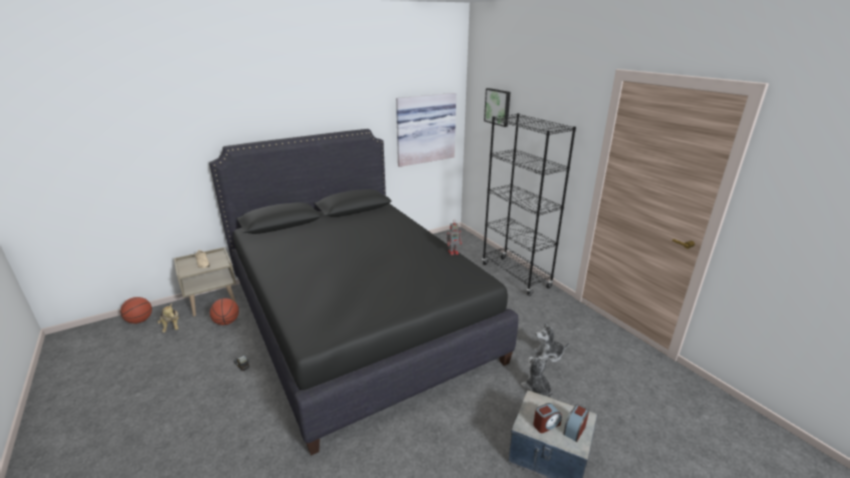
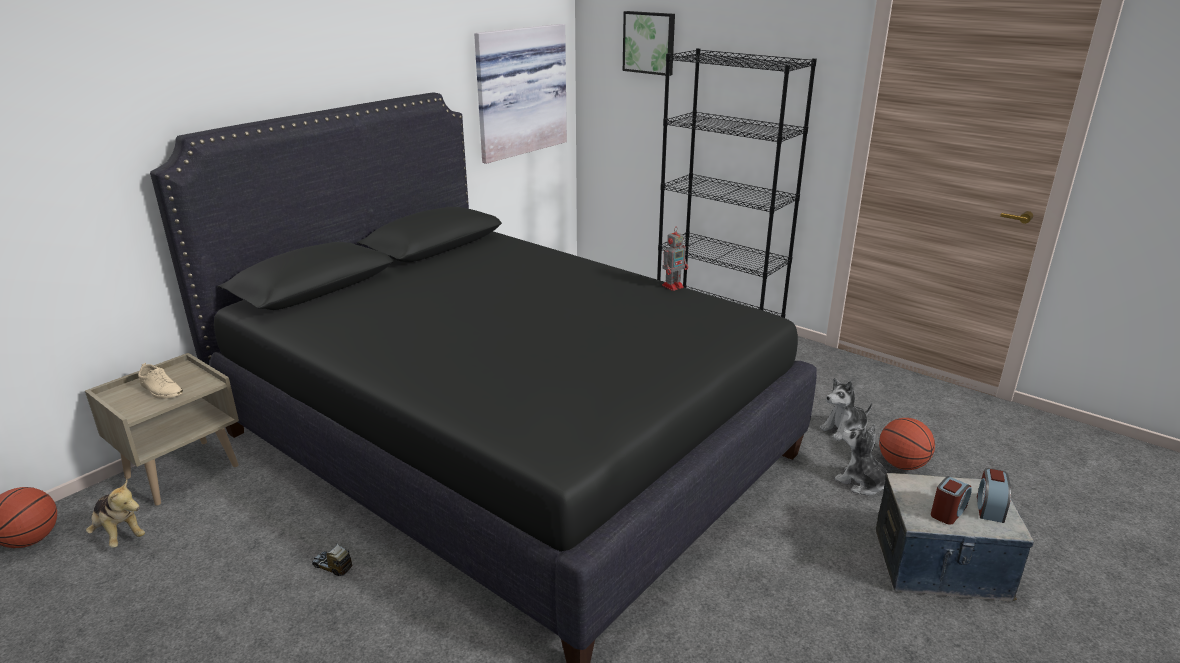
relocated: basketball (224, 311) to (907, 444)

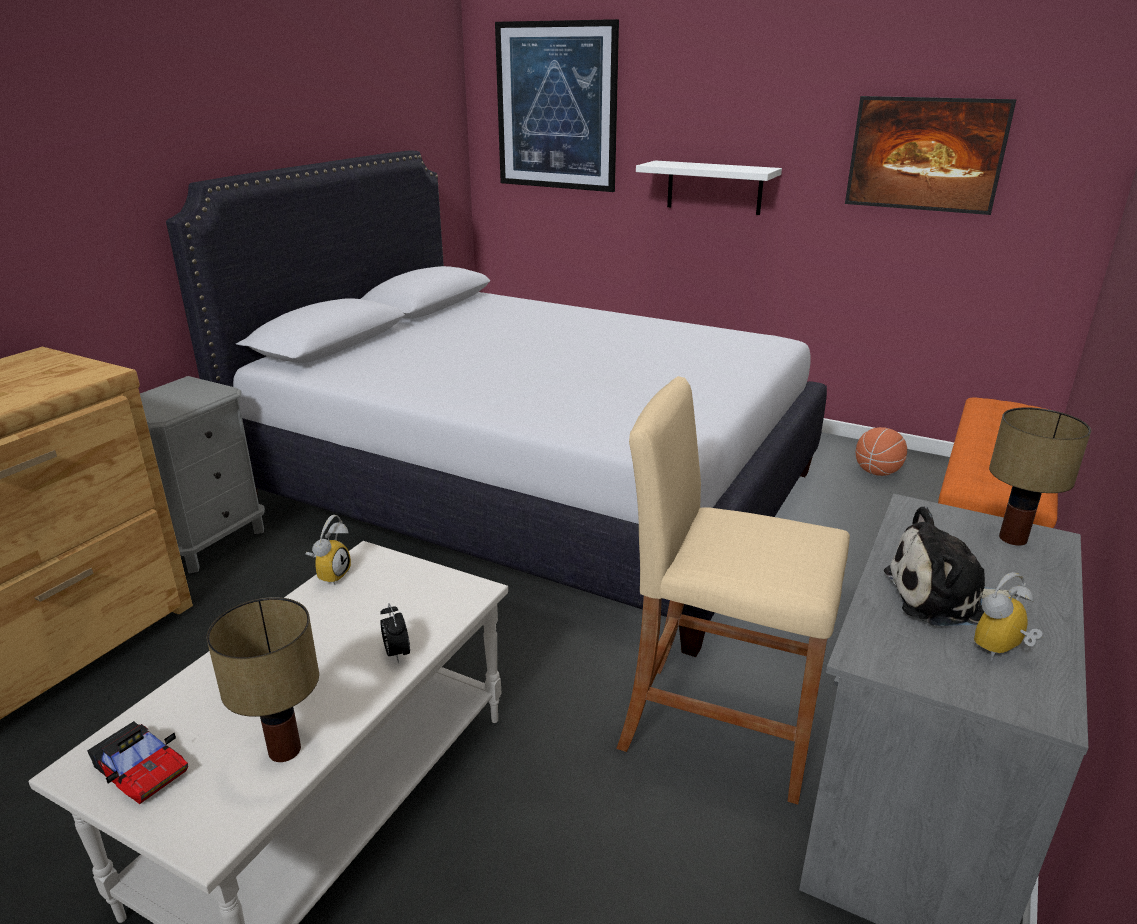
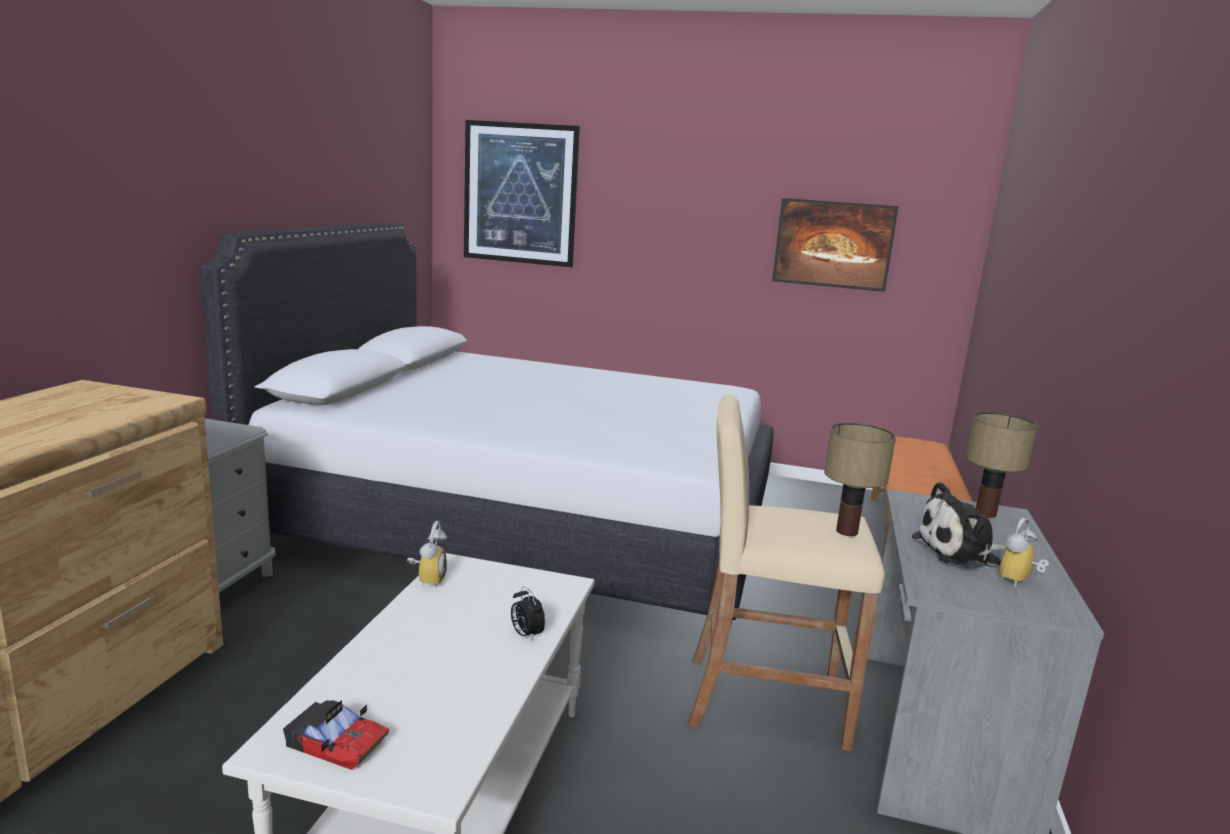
missing: shelf/white (709, 187); basketball (881, 451)
relocated: table lamp (263, 679) to (860, 479)

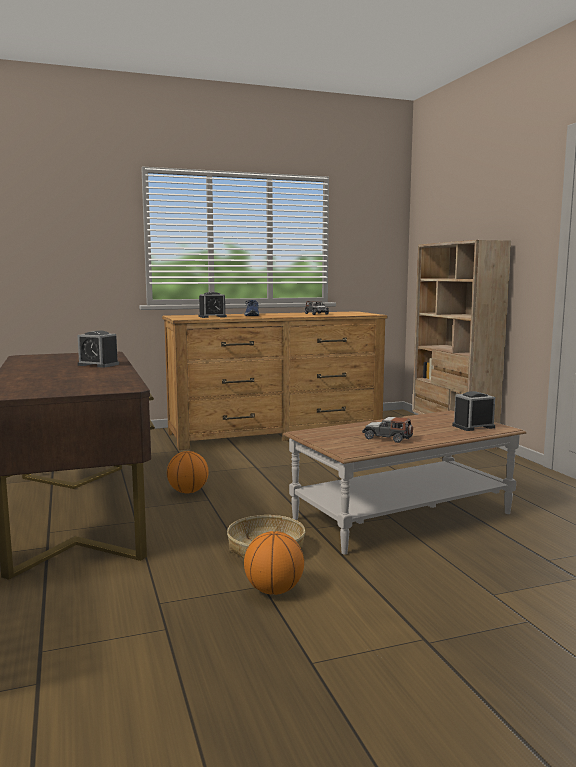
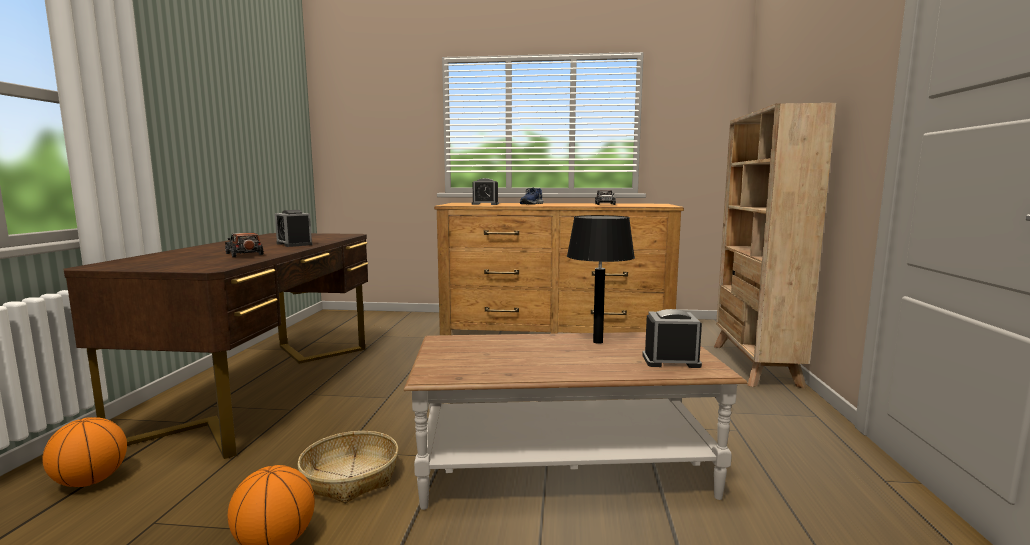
appeared: table lamp/black (601, 279)
relocated: basketball (188, 472) to (84, 452); toy car (387, 430) to (244, 245)

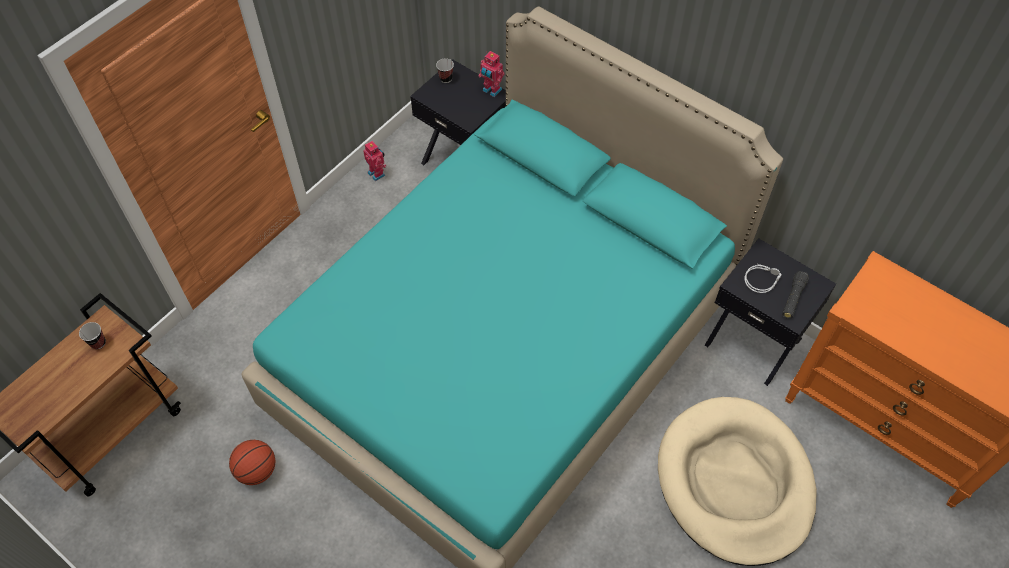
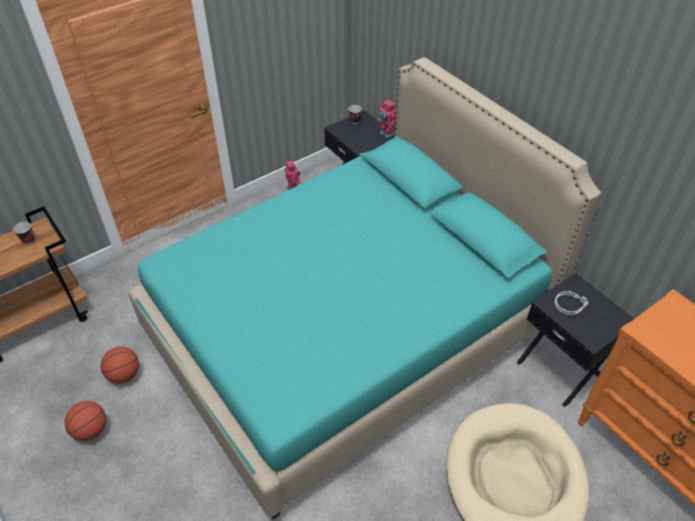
missing: flashlight/black (795, 295)
appeared: basketball (85, 421)

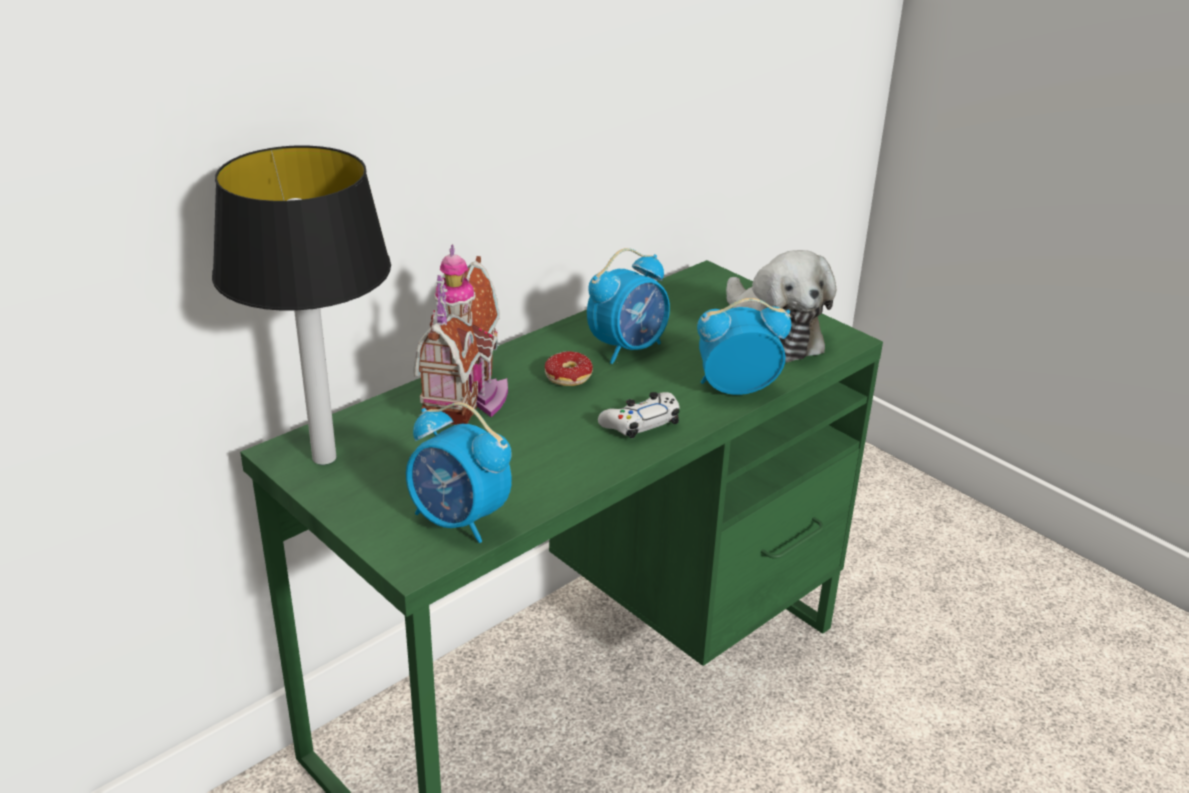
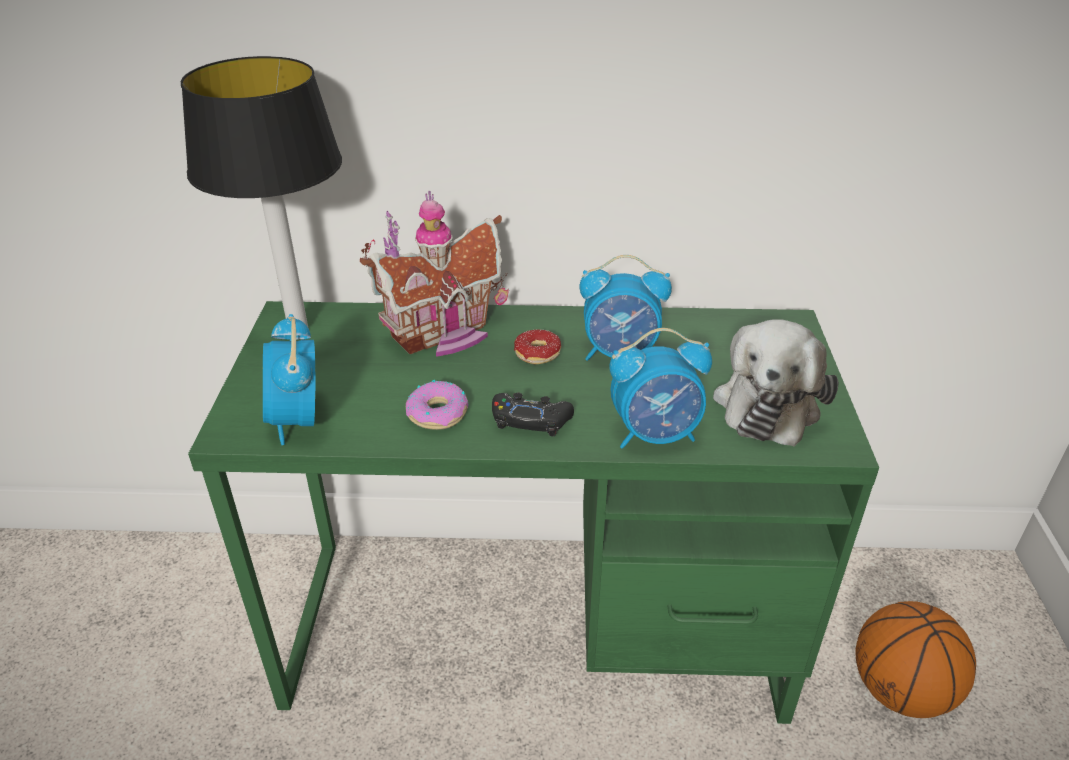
appeared: donut (437, 405); basketball (915, 659)
colour: game controller/white (639, 415) to game controller/black (533, 414)
spun: alarm clock (744, 346) = (661, 388) 135 degrees clockwise

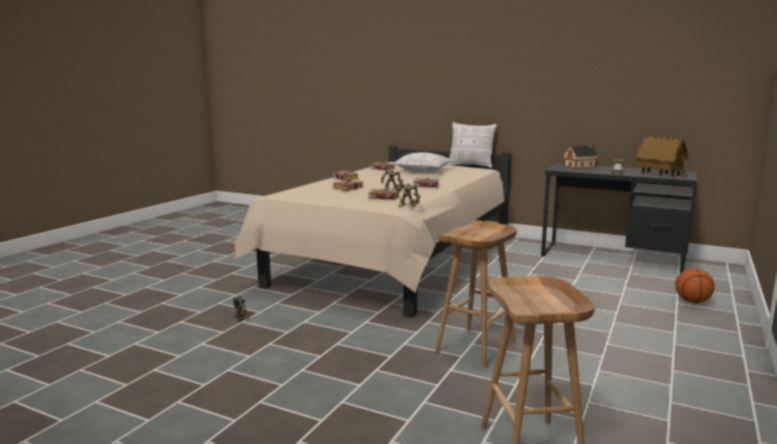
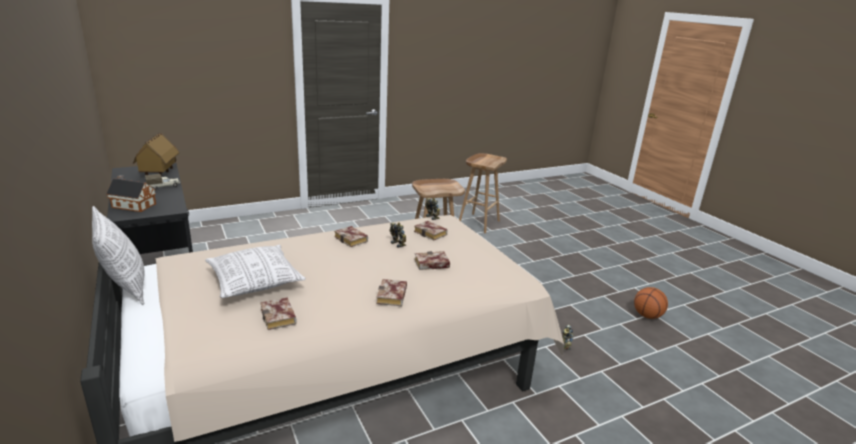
relocated: basketball (695, 285) to (651, 303)

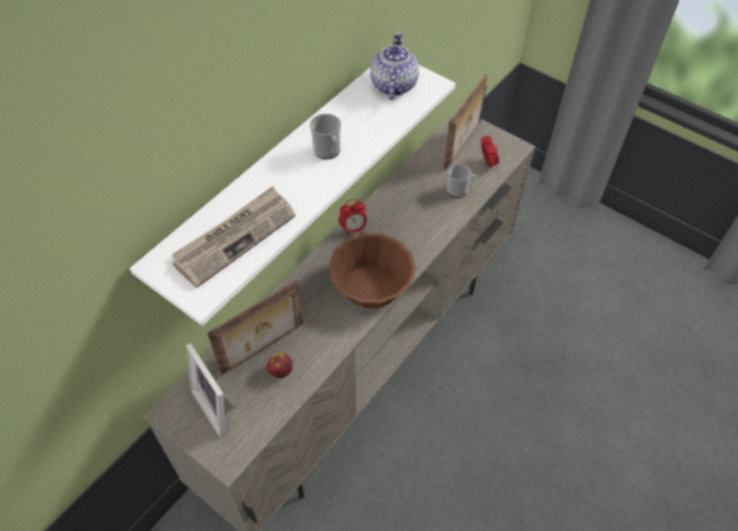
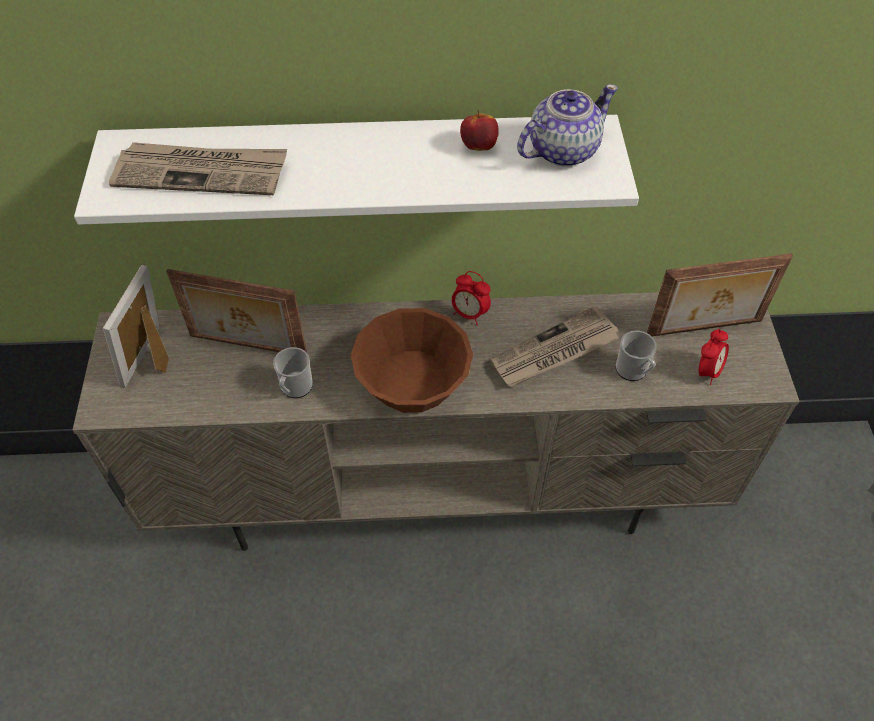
appeared: newspaper (554, 346)
relocated: apple (280, 365) to (479, 130); mug (325, 136) to (293, 372)

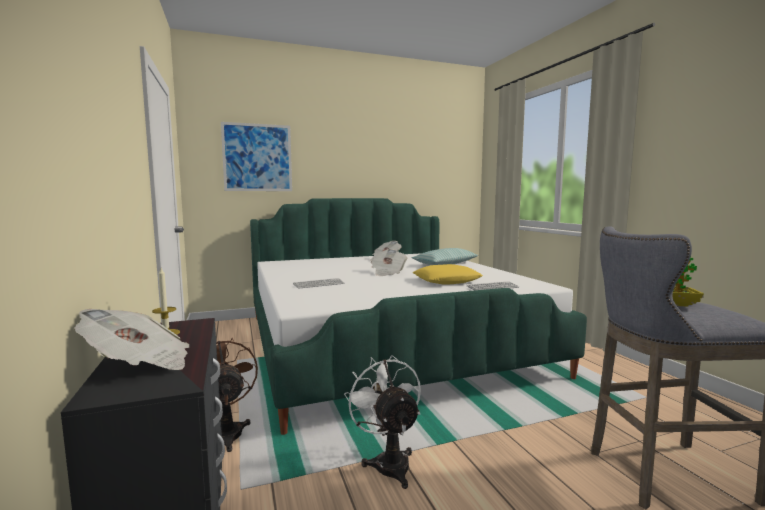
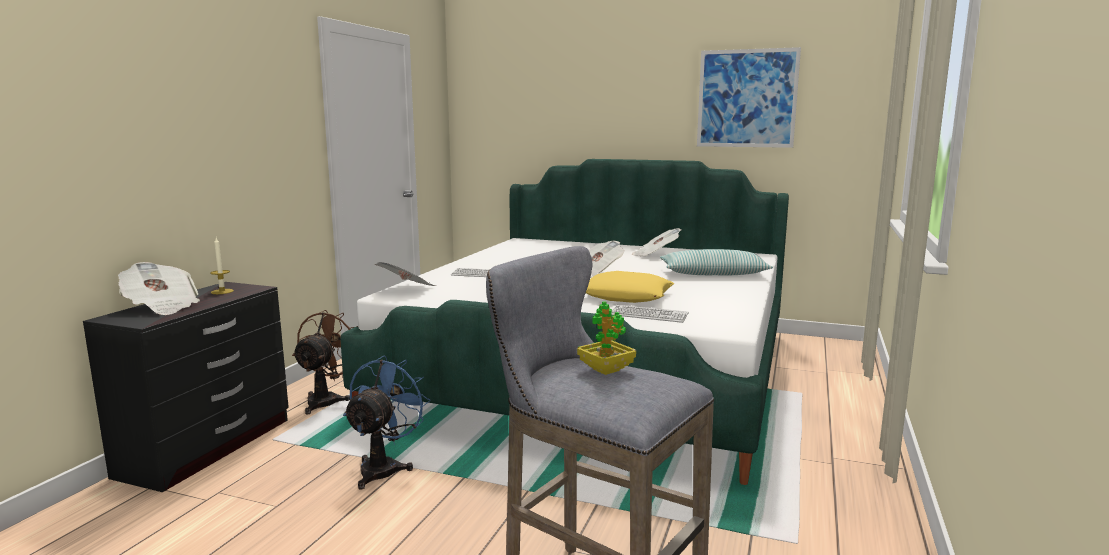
appeared: newspaper (405, 274)
relocated: picture (256, 156) to (749, 97)
colour: fan/white (382, 422) to fan/blue (387, 423)

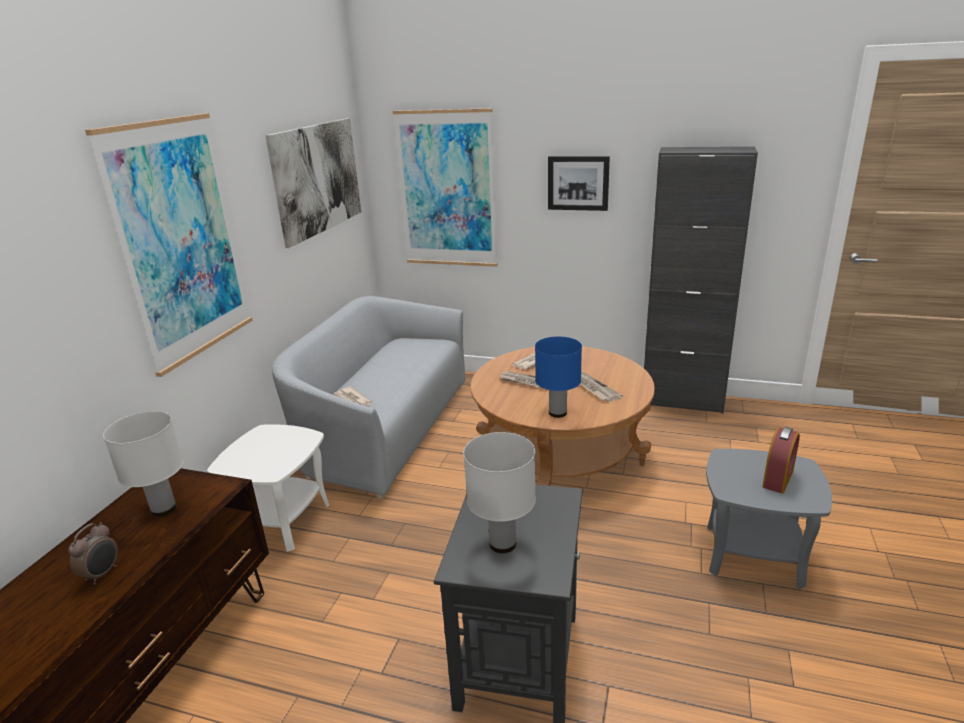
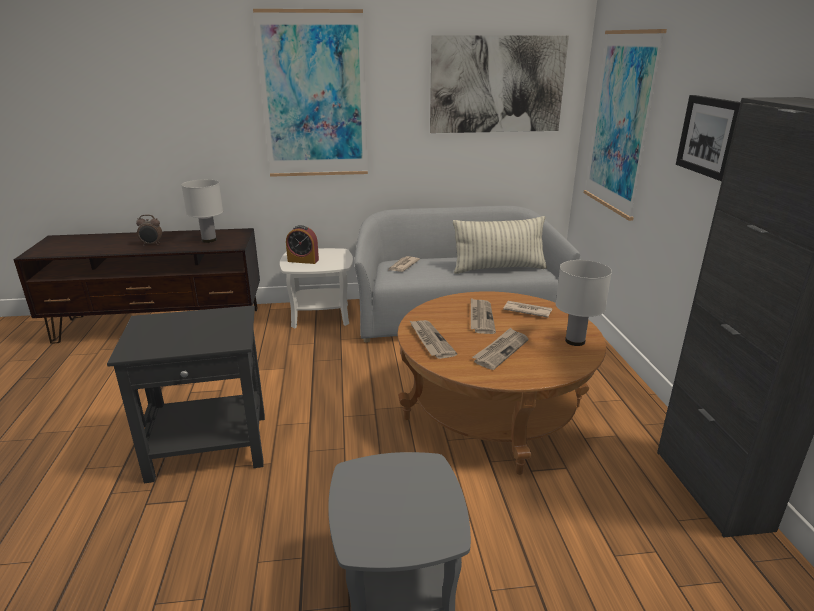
appeared: pillow (500, 245)
relocated: table lamp/white (500, 492) to (583, 303); alarm clock (781, 460) to (302, 244)
exchanged: table lamp/blue (558, 377) to newspaper (433, 339)

